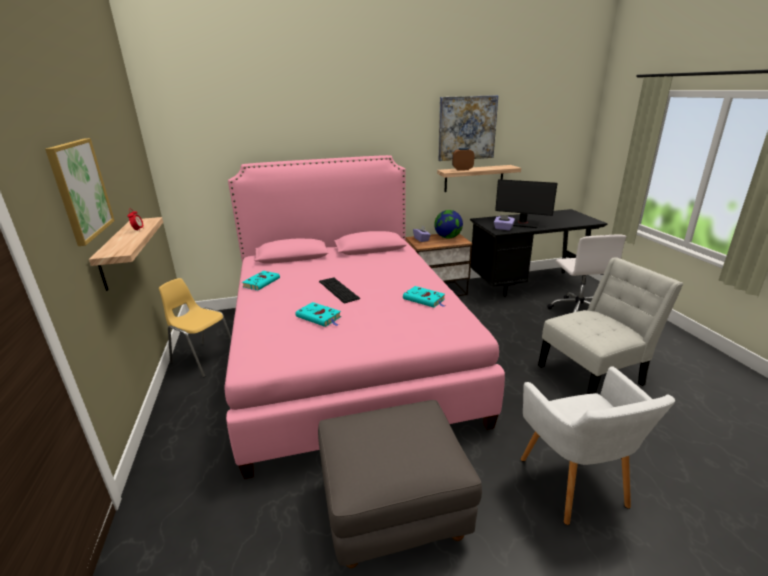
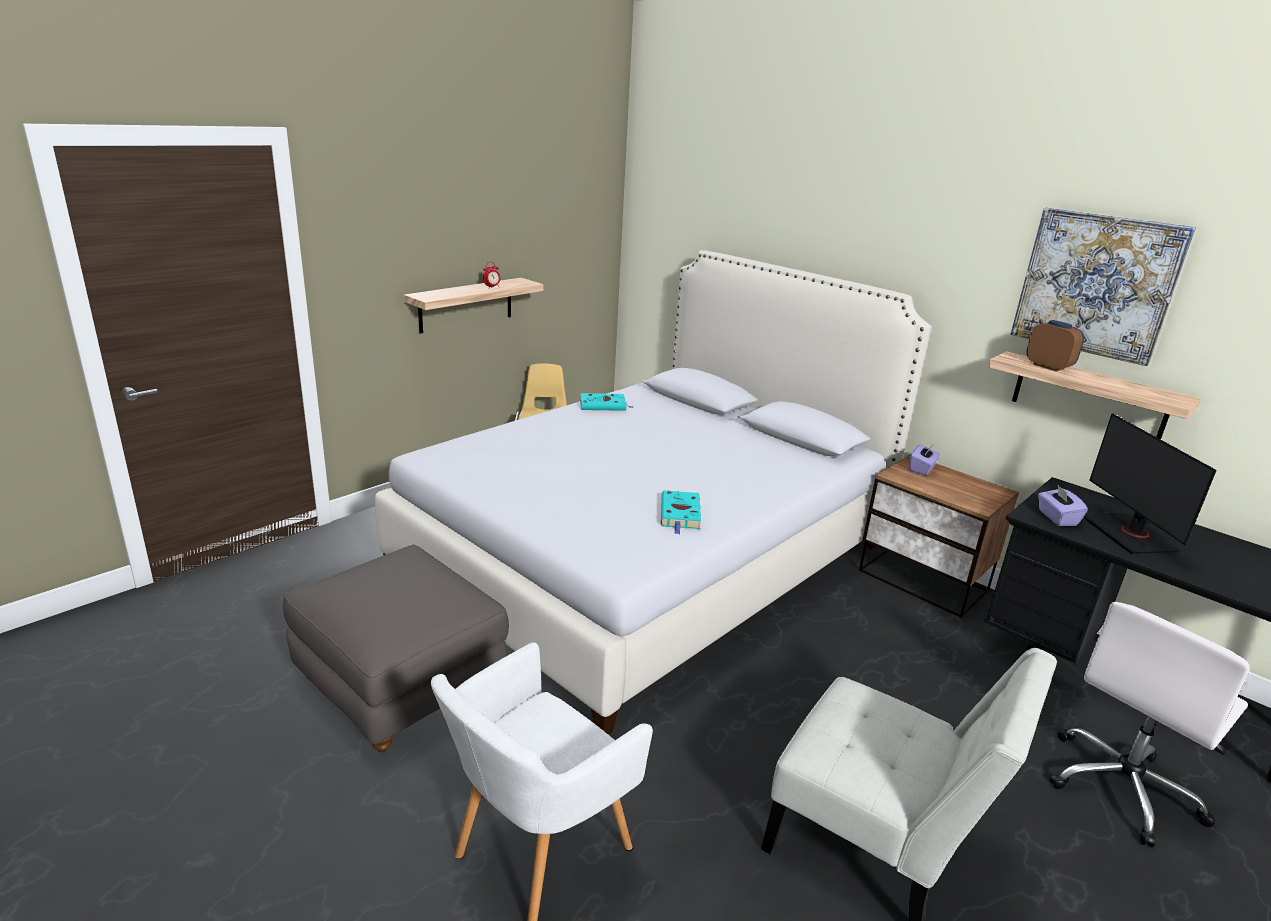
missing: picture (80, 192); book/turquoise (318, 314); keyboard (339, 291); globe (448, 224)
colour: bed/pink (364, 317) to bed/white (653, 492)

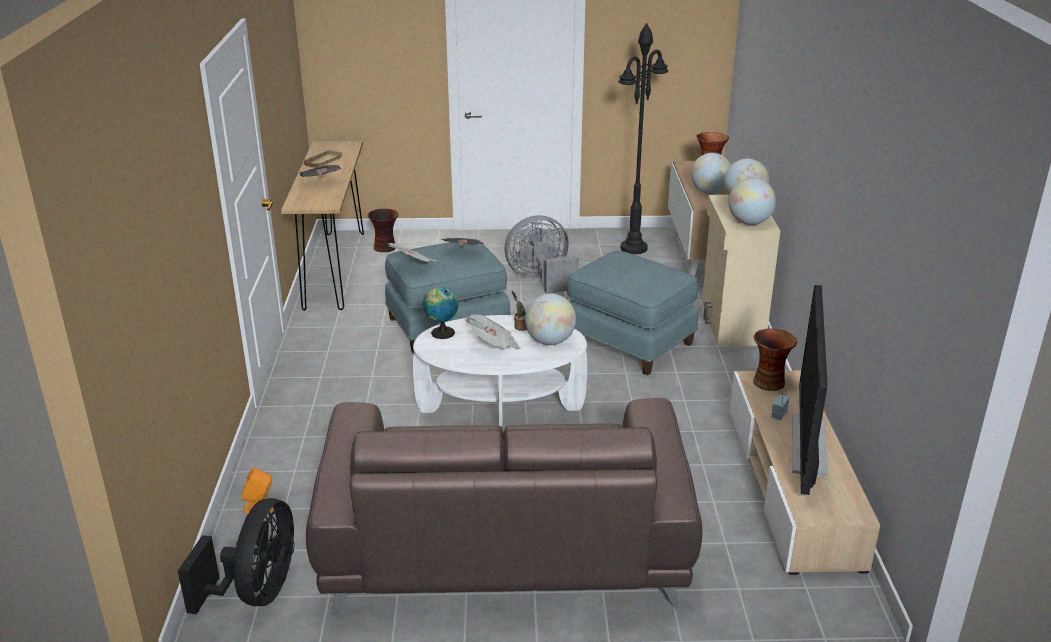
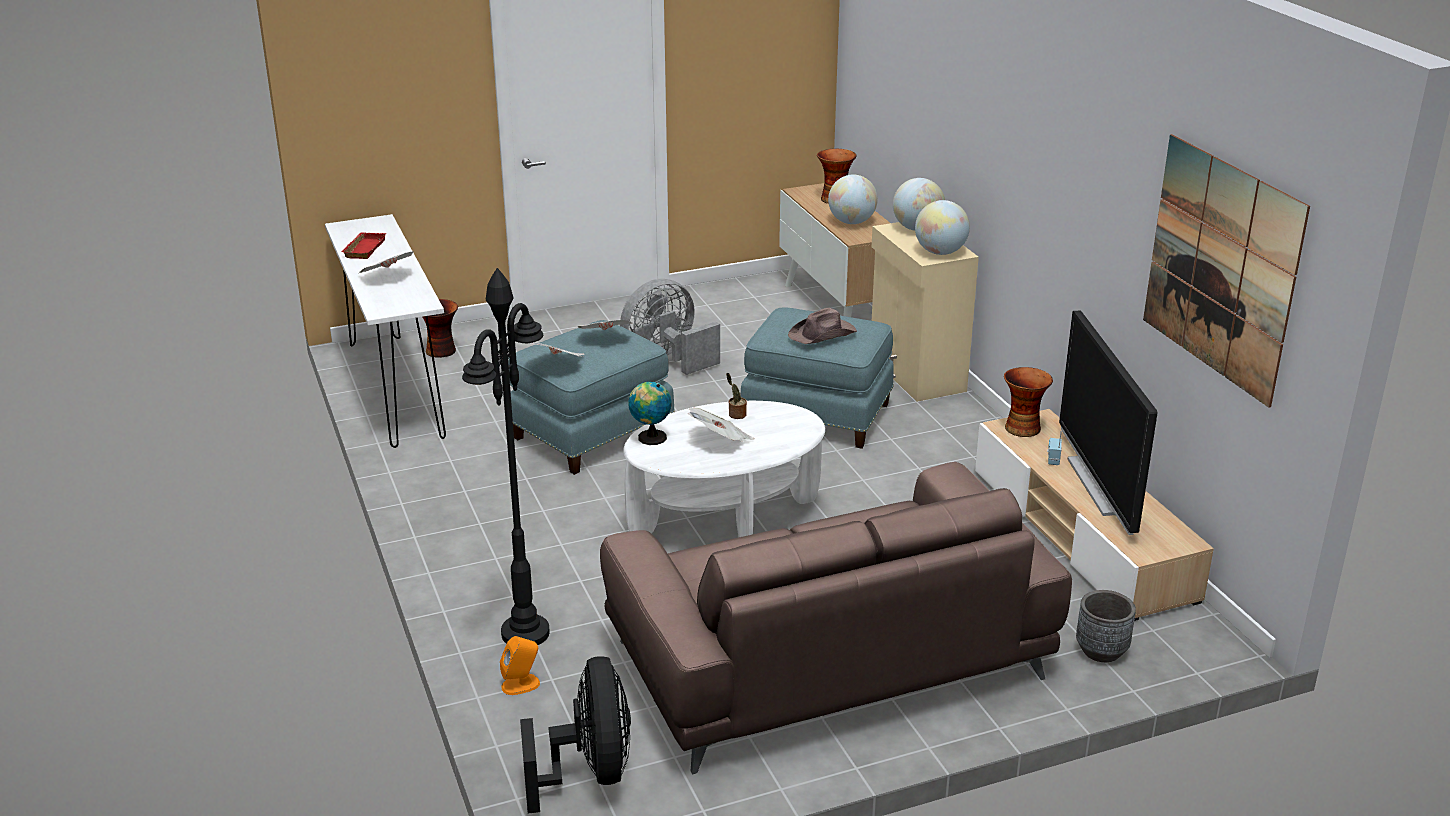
missing: globe (550, 319)
appeared: hat/brown (822, 326); planter/grey (1106, 626); picture (1226, 271)
relocated: floor lamp/black (643, 138) to (506, 456)
colour: console table/brown (322, 226) to console table/white (385, 331); tray/beige (322, 159) to tray/red (364, 246)

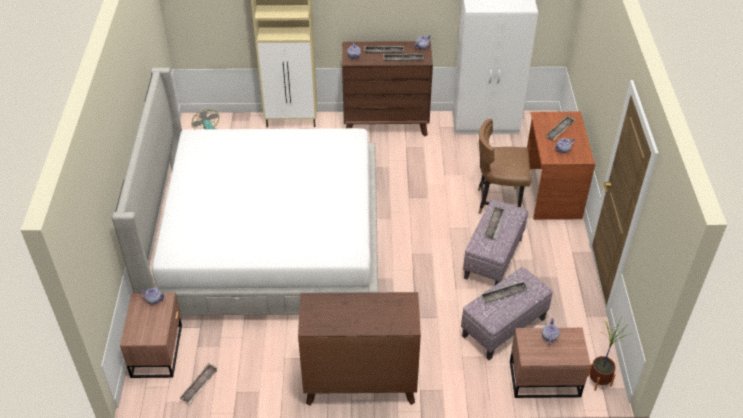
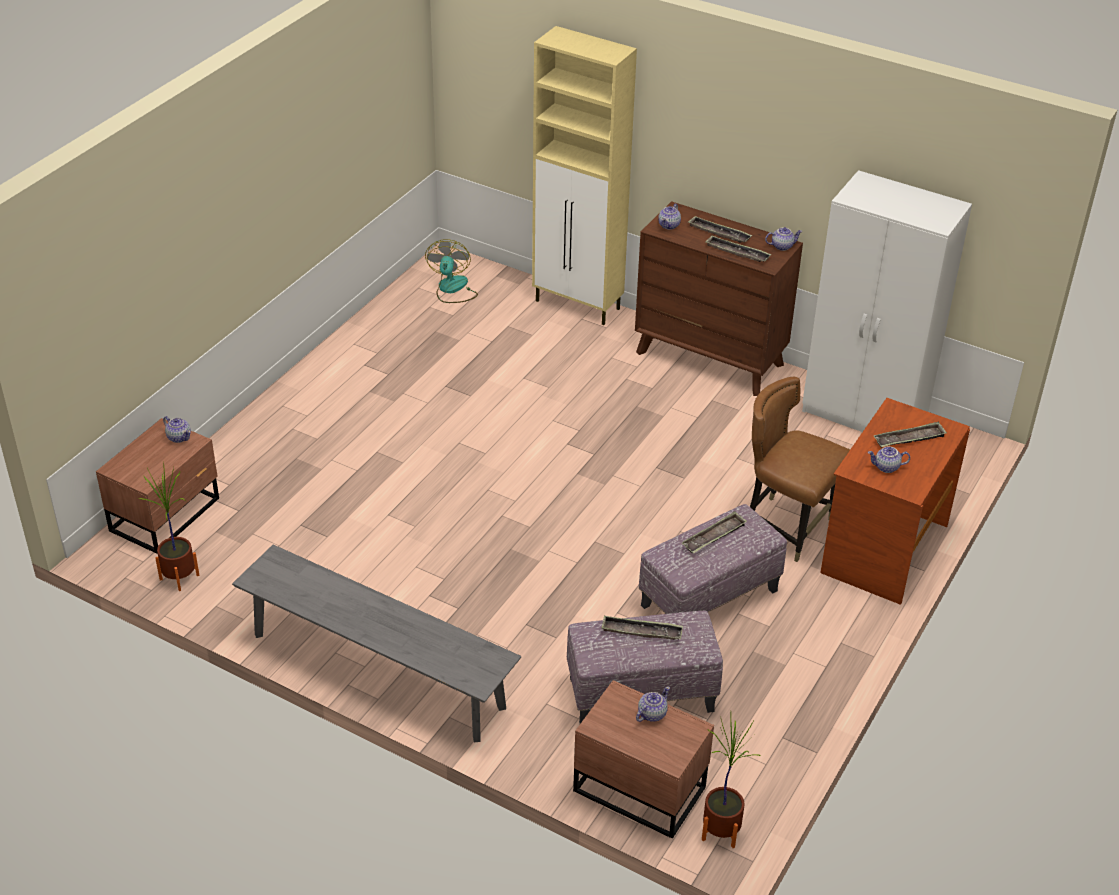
missing: bed (245, 191)
exchanged: tray (198, 383) to potted plant (169, 526); dresser/brown (359, 349) to bench/grey (376, 643)

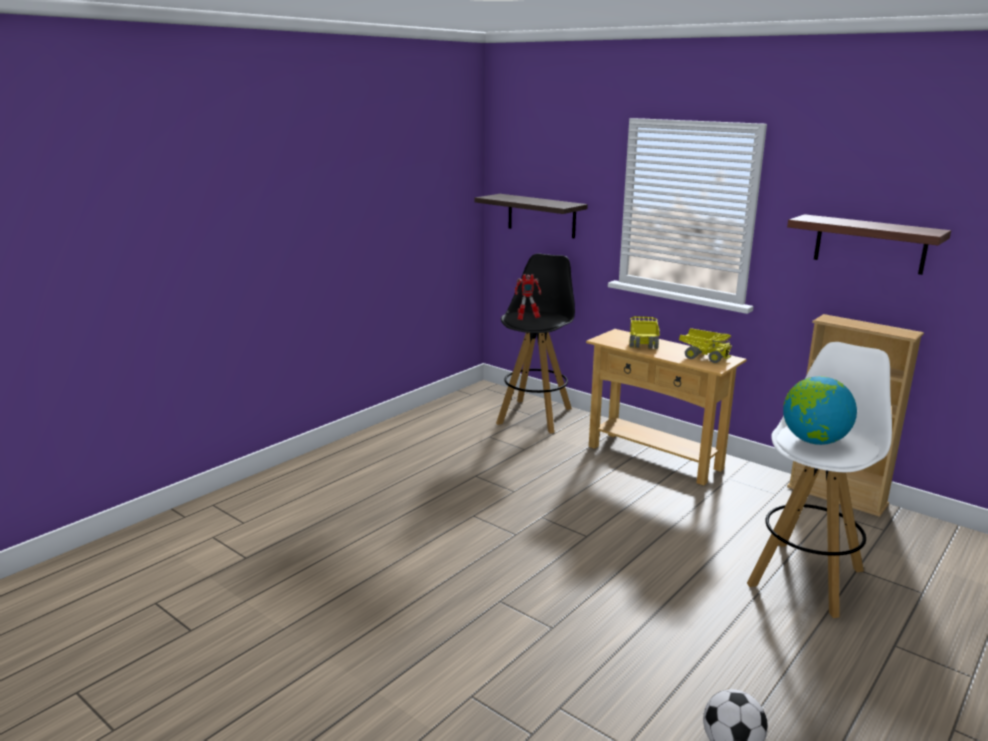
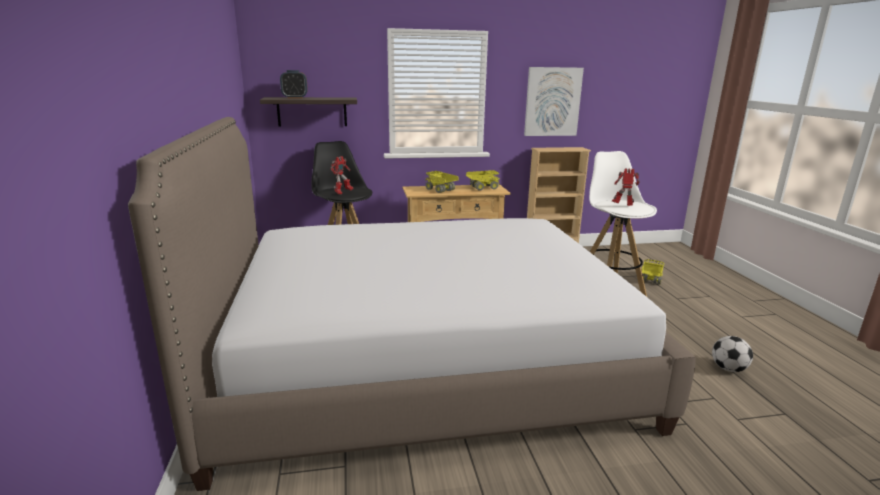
appeared: bed (412, 304); alarm clock (294, 84); toy truck (653, 272)
exchanged: globe (820, 410) to toy robot (626, 187); shelf (869, 244) to picture (554, 101)

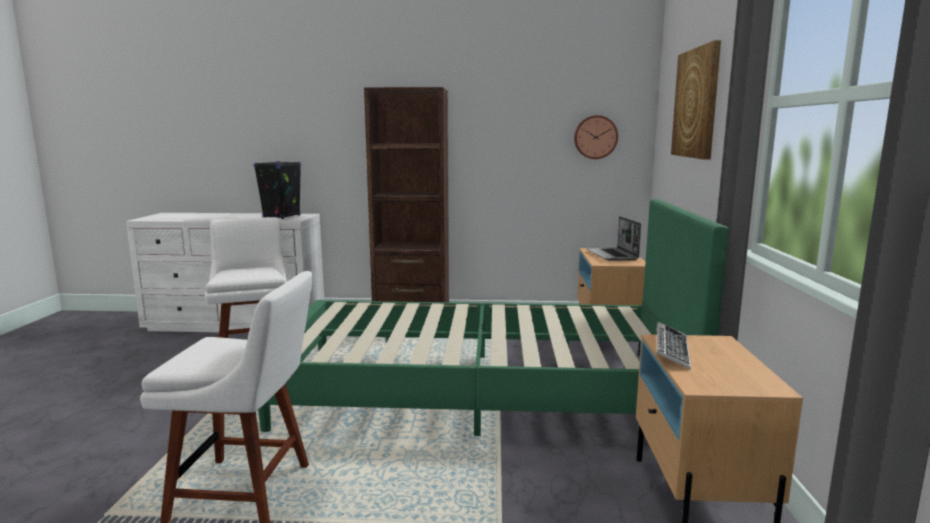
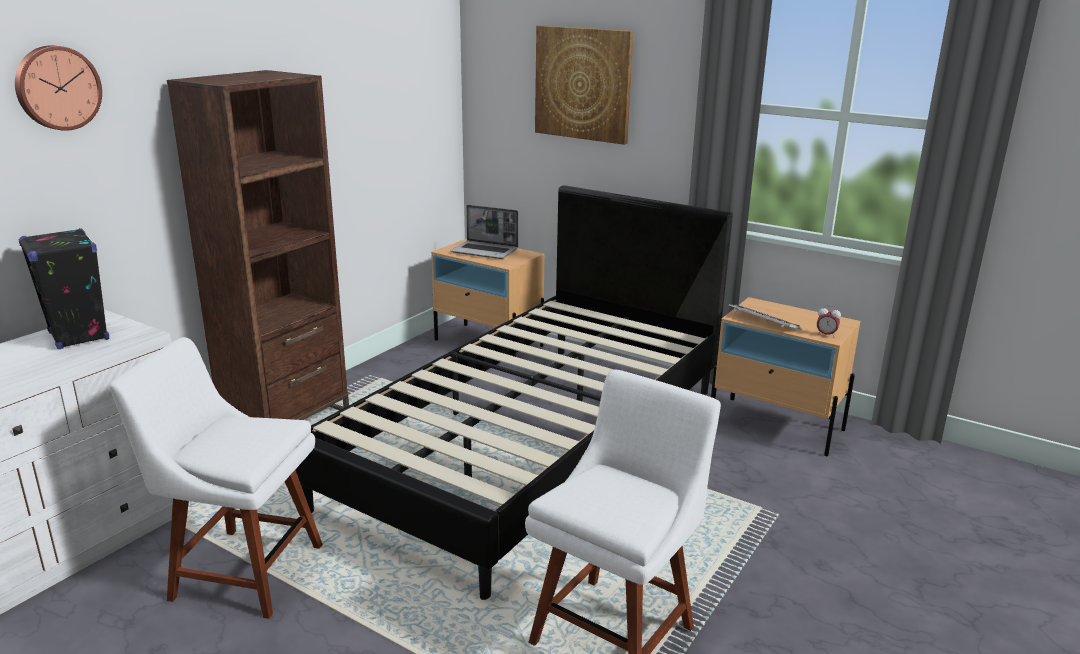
appeared: alarm clock (829, 321)
relocated: wall clock (596, 137) to (58, 88)
colour: bed/green (493, 317) to bed/black (514, 392)

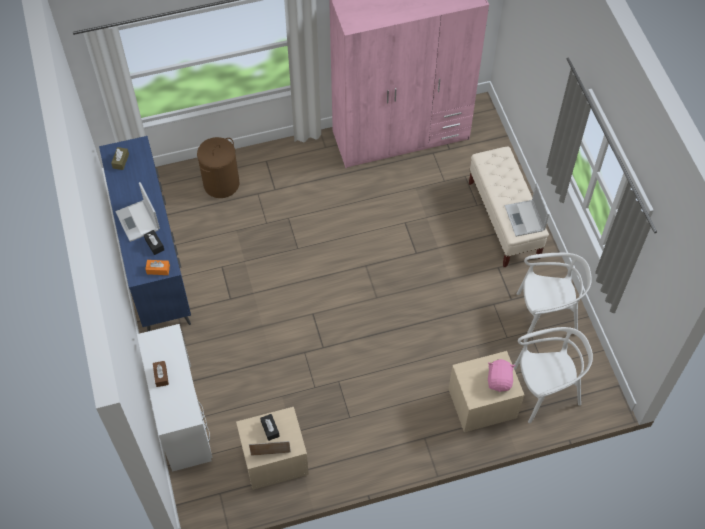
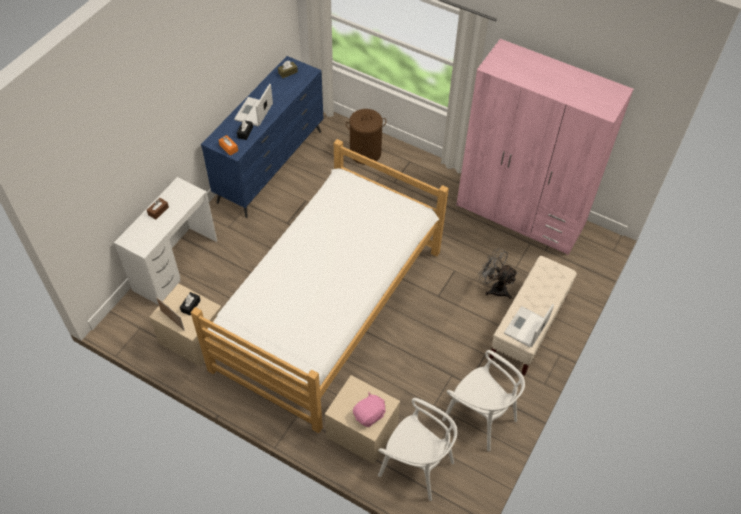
appeared: bed (319, 286); fan/grey (498, 273)

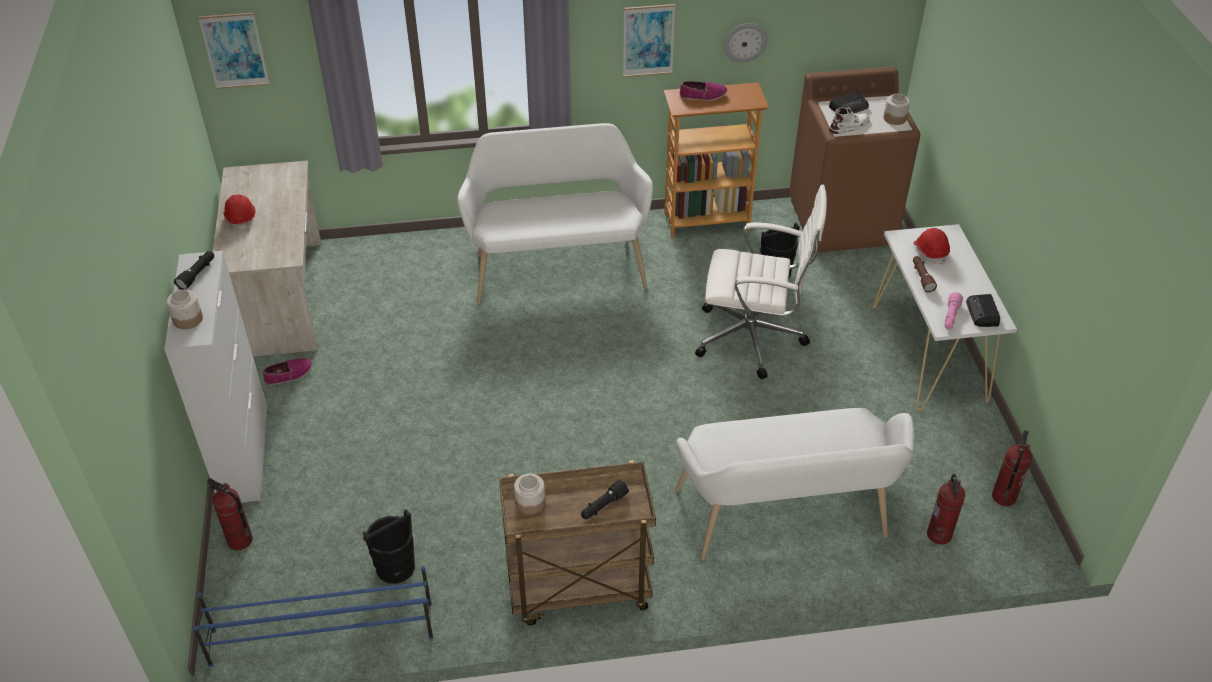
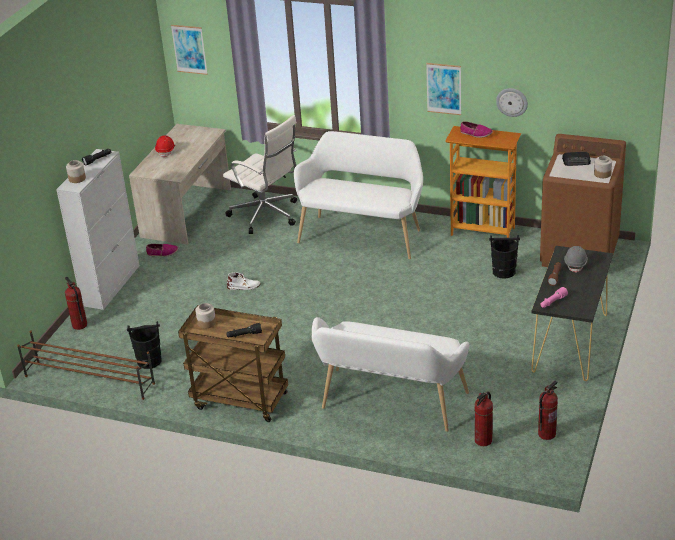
missing: radio (983, 310)
relocated: office chair/white (761, 282) to (260, 174); boot/white (849, 120) to (244, 281)
colour: shoe rack/blue (313, 616) to shoe rack/brown (86, 365); console table/white (944, 317) to console table/black (572, 313); hard hat/red (932, 246) to hard hat/grey (576, 259)

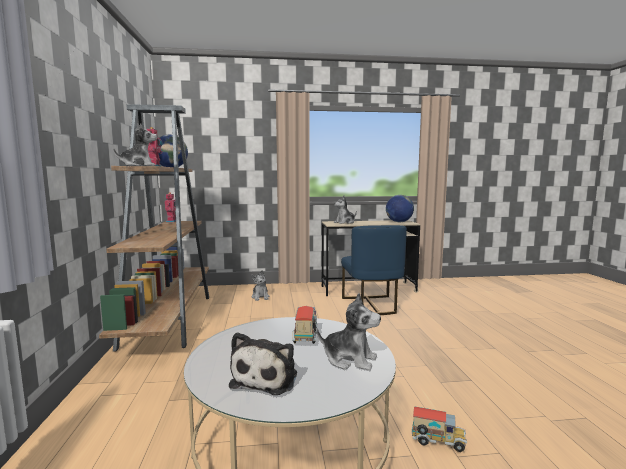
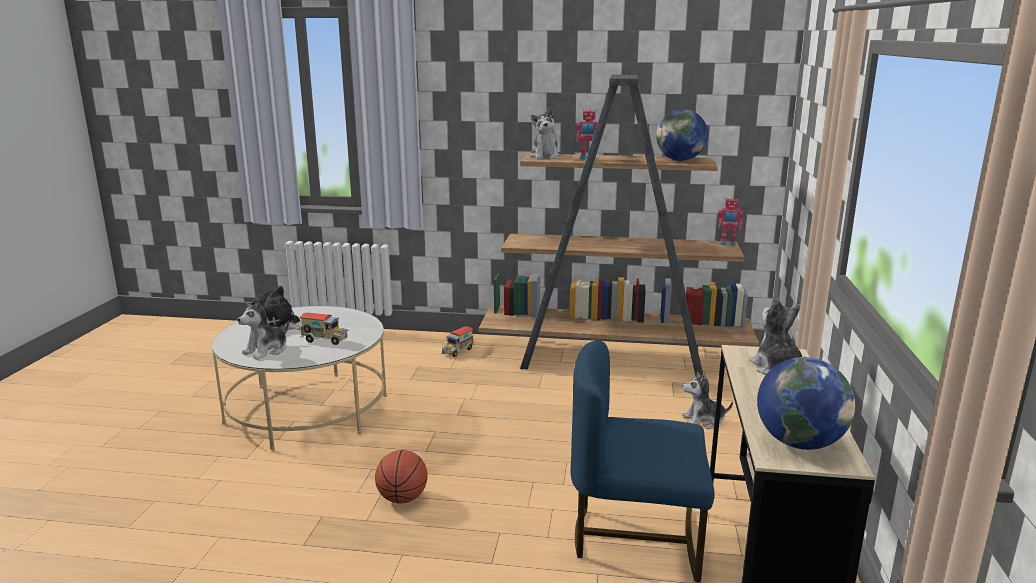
appeared: basketball (401, 477)
relocated: toy truck (439, 429) to (458, 341)

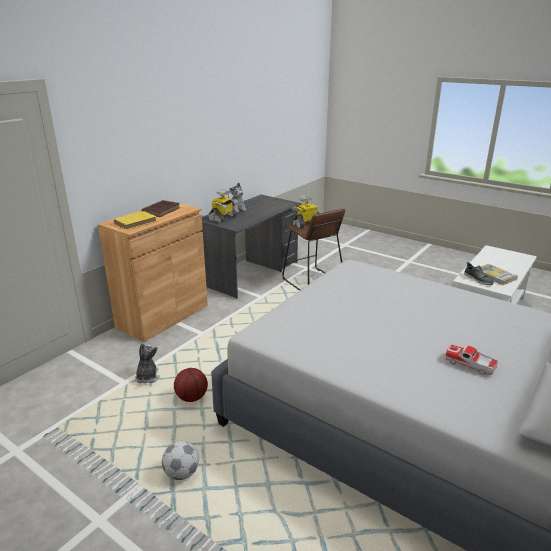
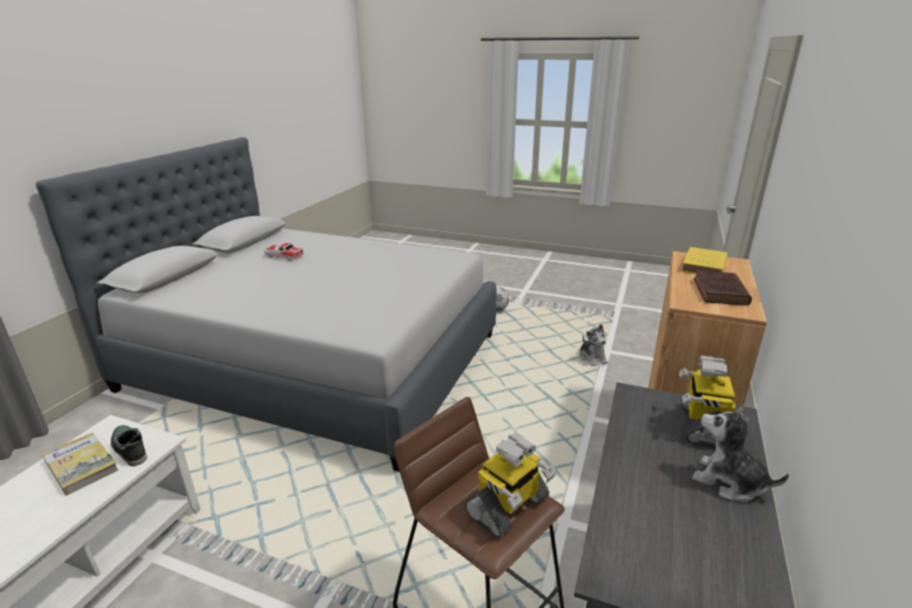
missing: basketball (191, 385)

